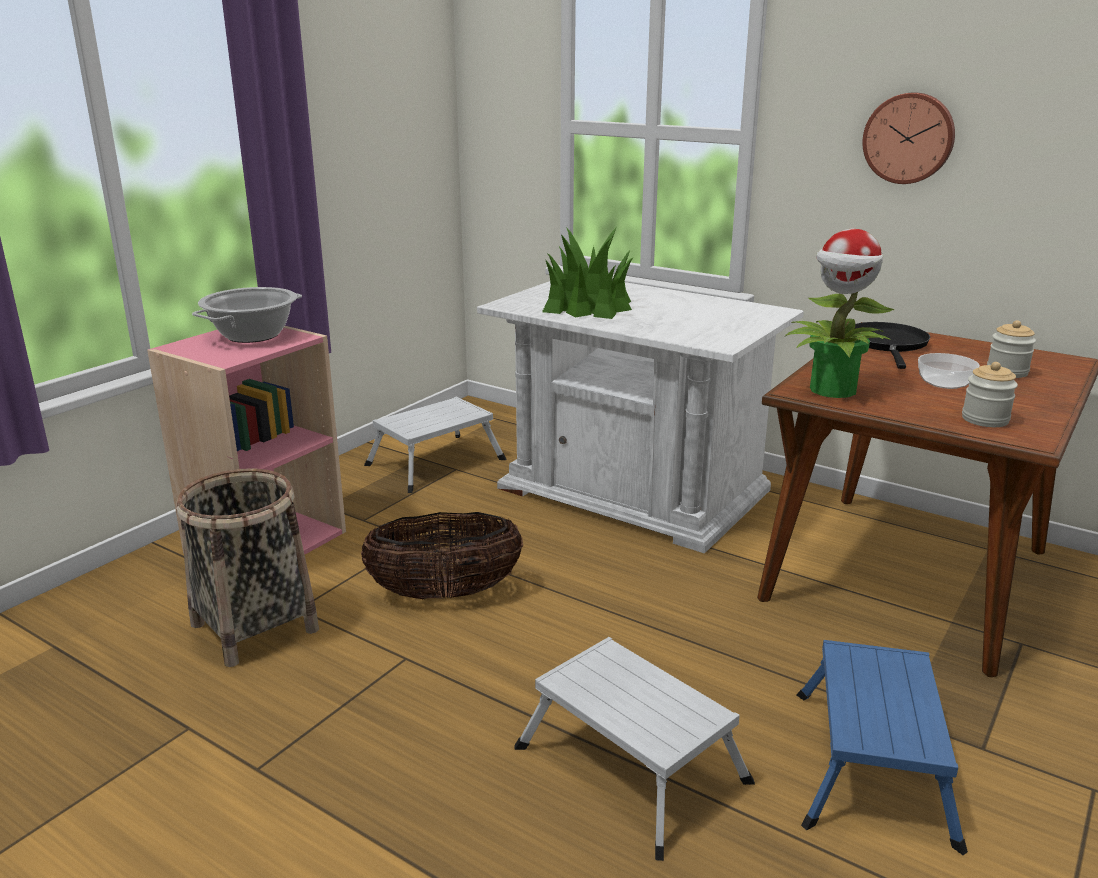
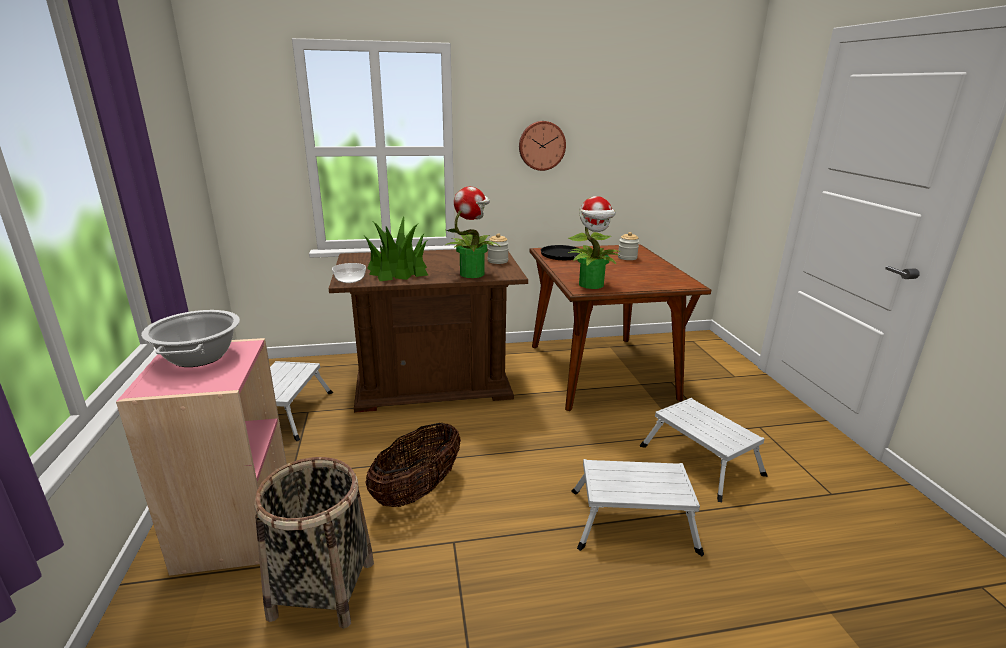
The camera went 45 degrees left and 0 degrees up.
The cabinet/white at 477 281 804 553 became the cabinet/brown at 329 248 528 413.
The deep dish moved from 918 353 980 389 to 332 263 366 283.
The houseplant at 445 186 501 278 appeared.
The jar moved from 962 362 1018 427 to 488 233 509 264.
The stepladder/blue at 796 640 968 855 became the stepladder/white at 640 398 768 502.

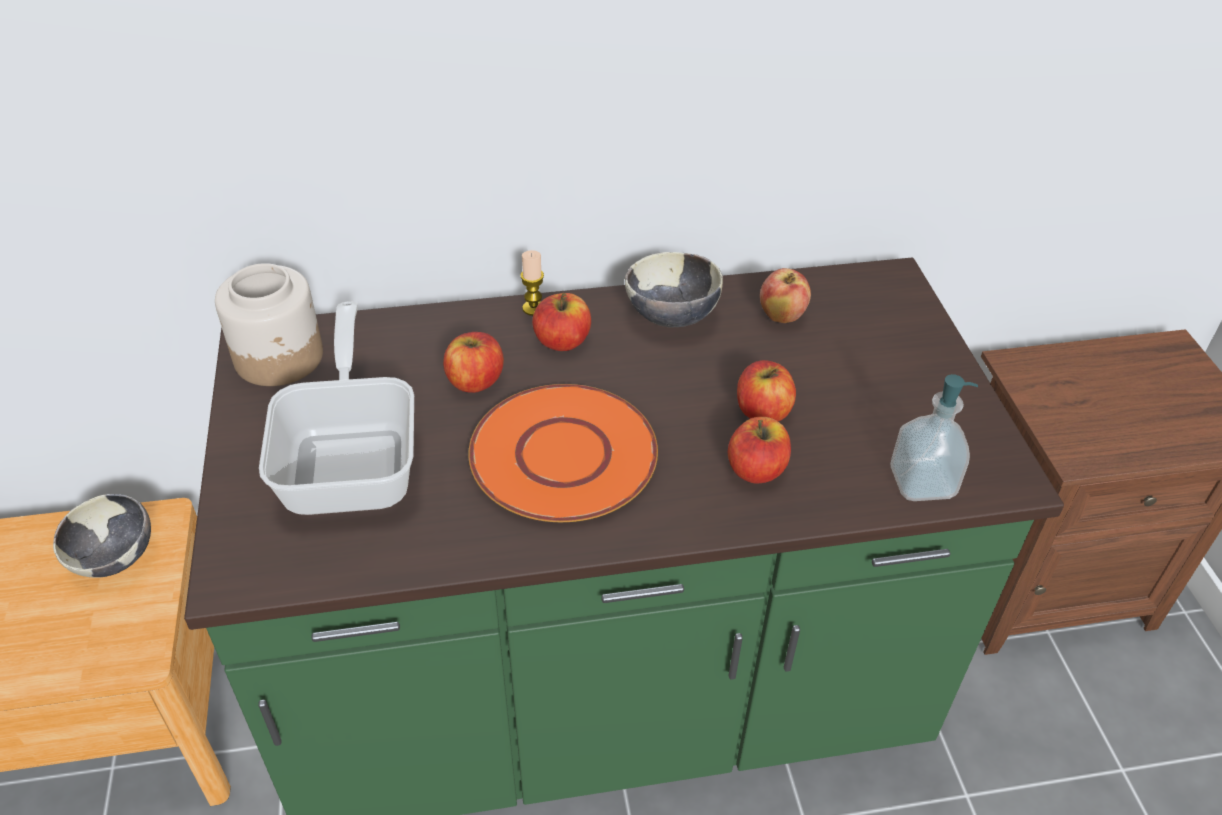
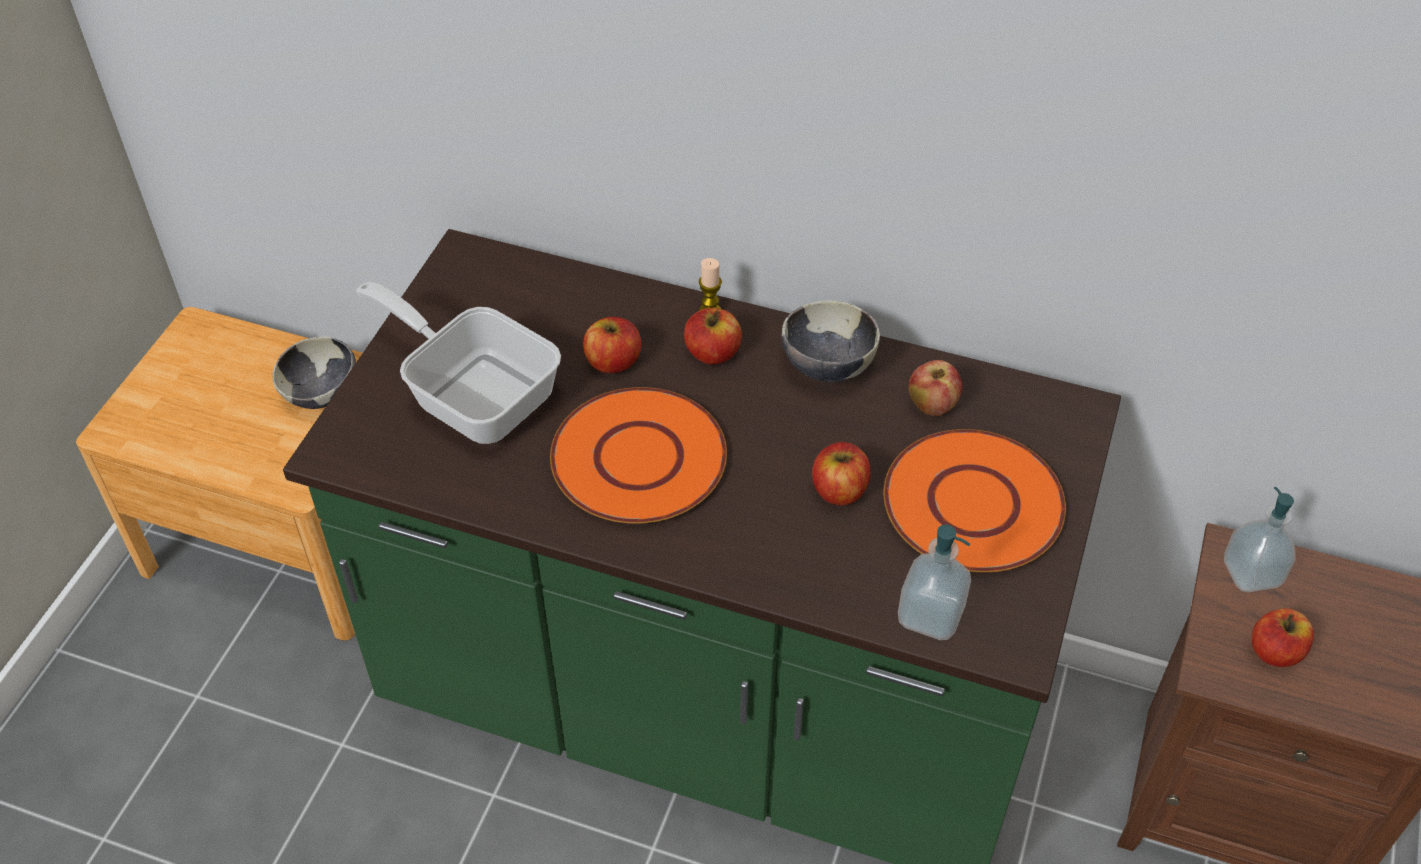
The camera went 30 degrees right and 5 degrees up.
The skillet at 259 302 414 515 turned 75 degrees counterclockwise.
The flat dish/orange at 883 429 1066 572 appeared.
The liquid soap bottle at 1224 487 1295 592 appeared.
The apple fruit moved from 728 417 791 484 to 1252 608 1314 667.
The jar at 215 263 323 386 disappeared.

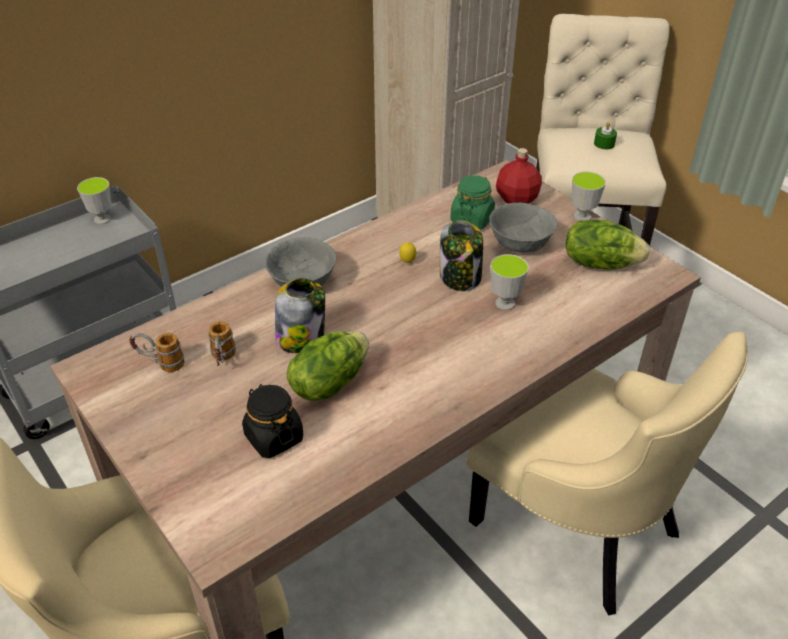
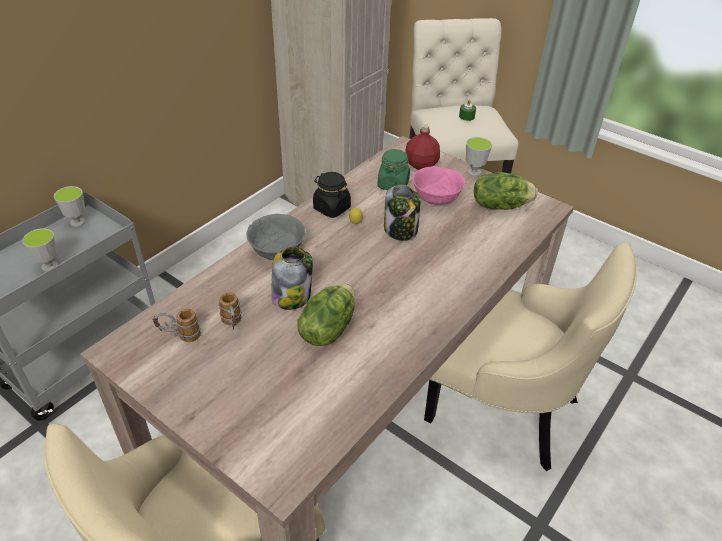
The camera went 15 degrees left and 0 degrees up.
The cup moved from 491 254 529 310 to 22 228 58 272.
The jar/black moved from 242 384 303 458 to 313 172 351 218.
The deep dish/greyish at 489 203 557 252 became the deep dish/pink-coloured at 413 166 466 205.

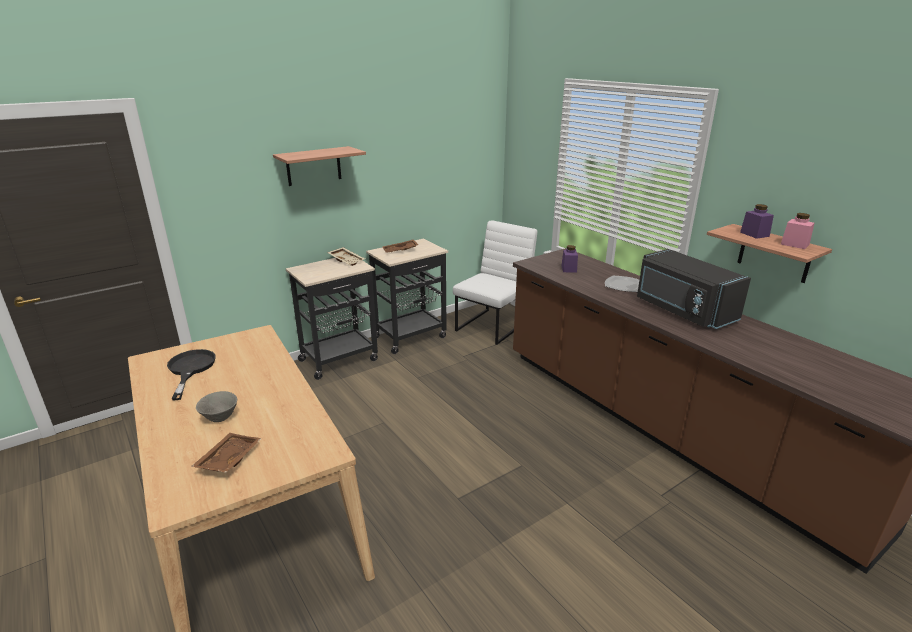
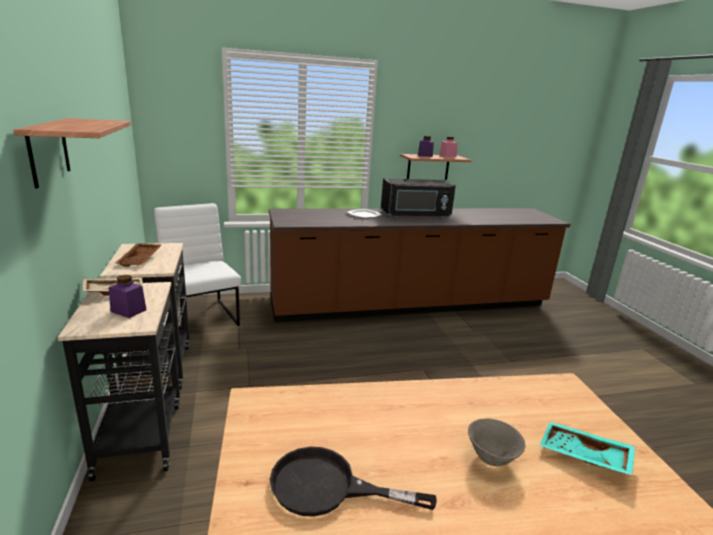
The camera went 70 degrees left and 5 degrees down.
The jar/purplish moved from 562 245 578 273 to 108 275 147 318.
The tray/brown at 191 433 262 473 became the tray/turquoise at 540 422 636 476.

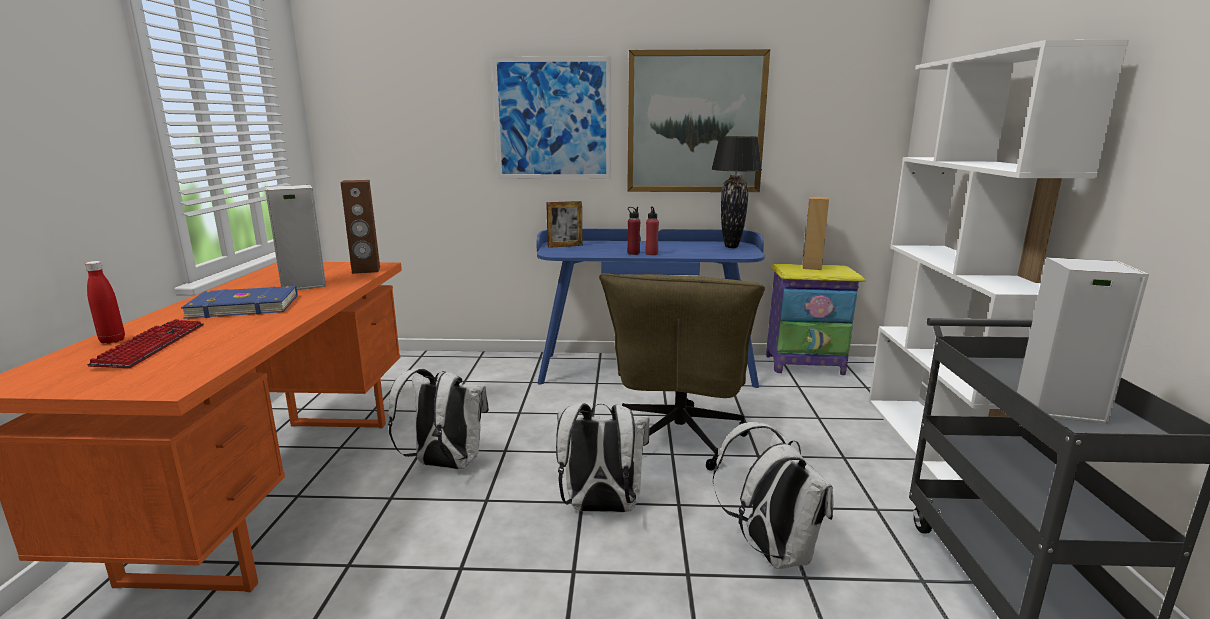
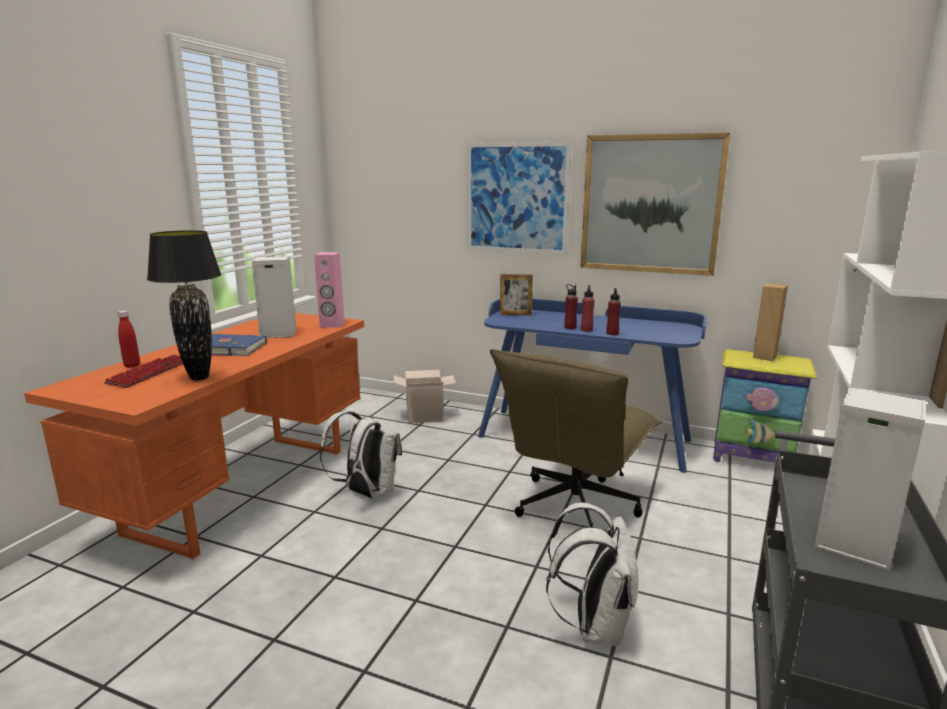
The camera went 20 degrees right and 0 degrees up.
The lamp for a table/black moved from 711 136 762 248 to 147 230 222 381.
The loudspeaker/brown at 341 180 380 274 became the loudspeaker/pink-coloured at 314 252 345 328.
The packing box at 393 370 456 423 appeared.
The drink bottle/reddish at 606 288 621 335 appeared.
The rucksack/white at 556 403 649 513 disappeared.

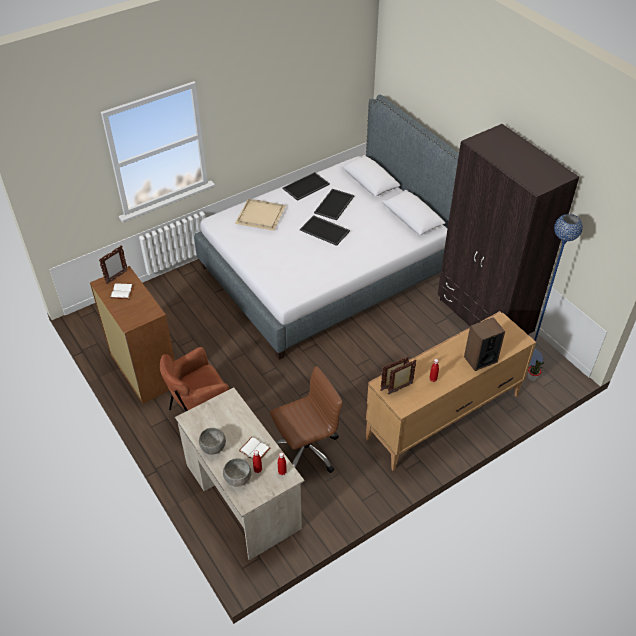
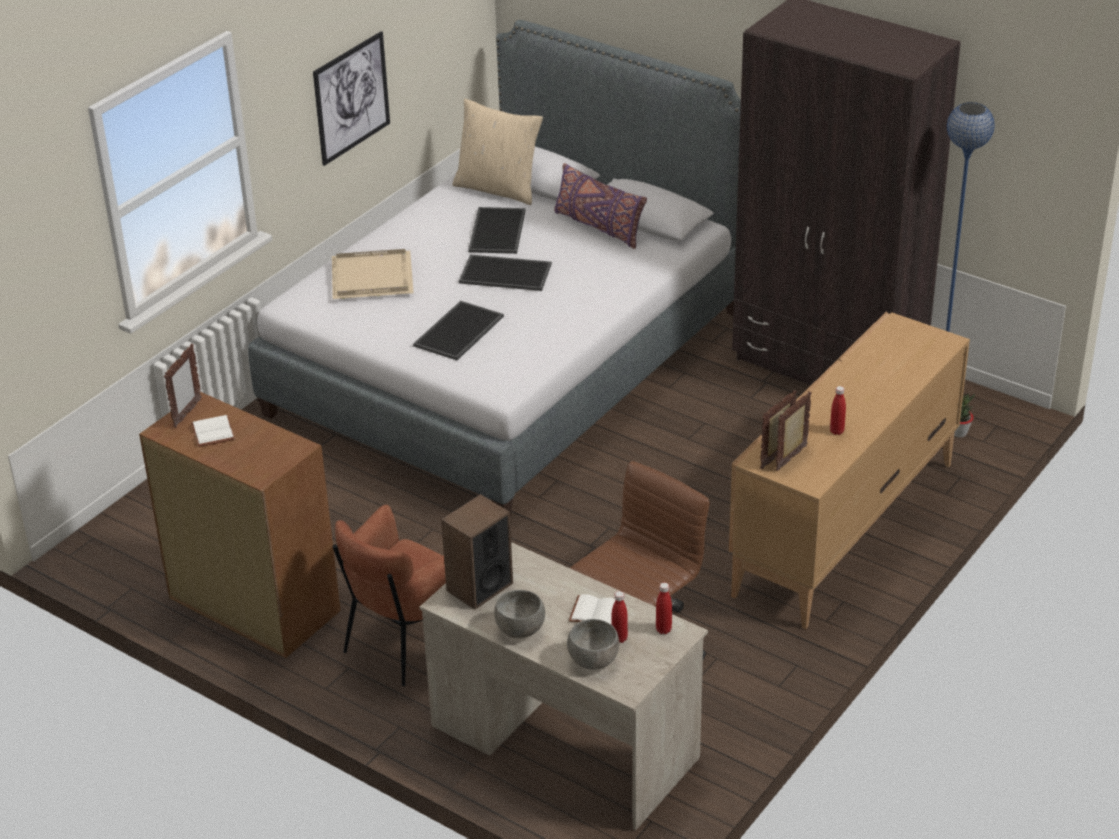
The camera went 20 degrees left and 10 degrees down.
The wall art at 313 31 390 166 appeared.
The tray moved from 283 172 330 201 to 413 301 504 360.
The loudspeaker moved from 464 317 505 371 to 441 494 513 610.
The pillow/beige at 452 99 543 205 appeared.
The pillow/purplish at 554 163 647 249 appeared.

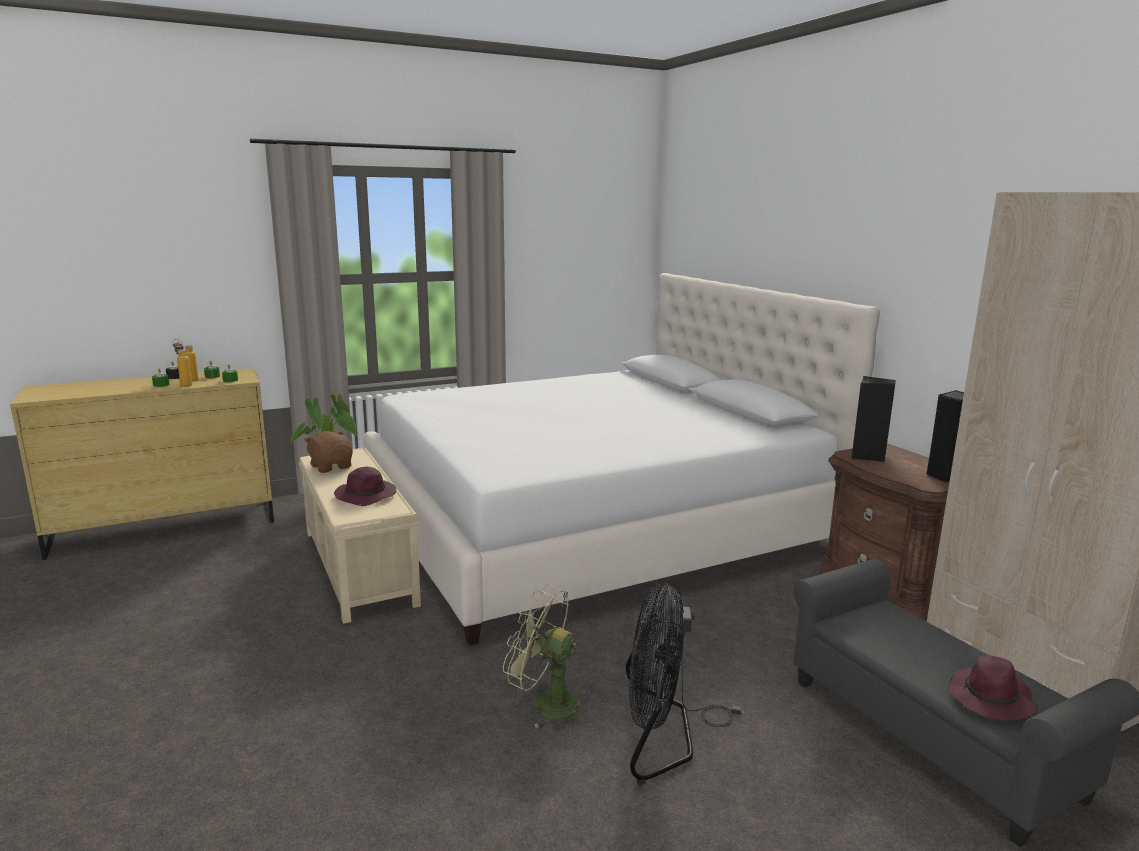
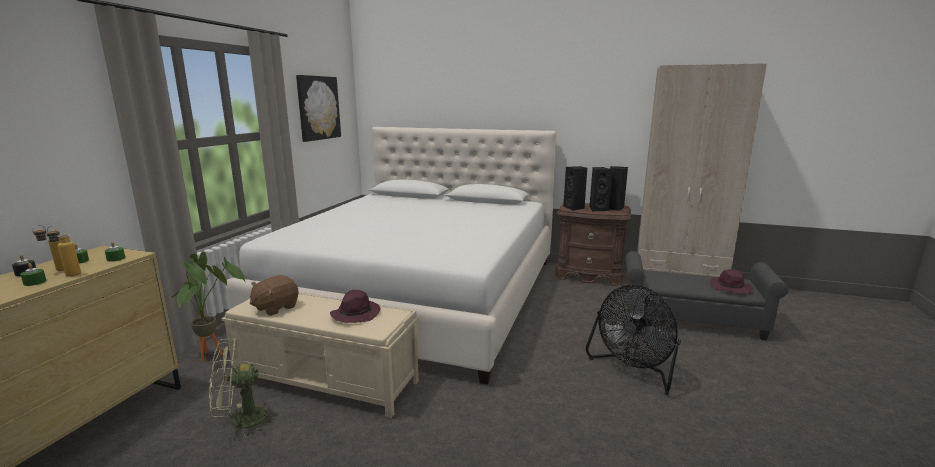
The camera went 45 degrees left and 0 degrees up.
The electric fan/green-coloured moved from 503 585 588 731 to 209 338 278 437.
The cuddly toy/brown at 304 431 353 473 turned 60 degrees counterclockwise.
The wall art at 296 75 341 142 appeared.
The loudspeaker/black at 589 167 613 212 appeared.

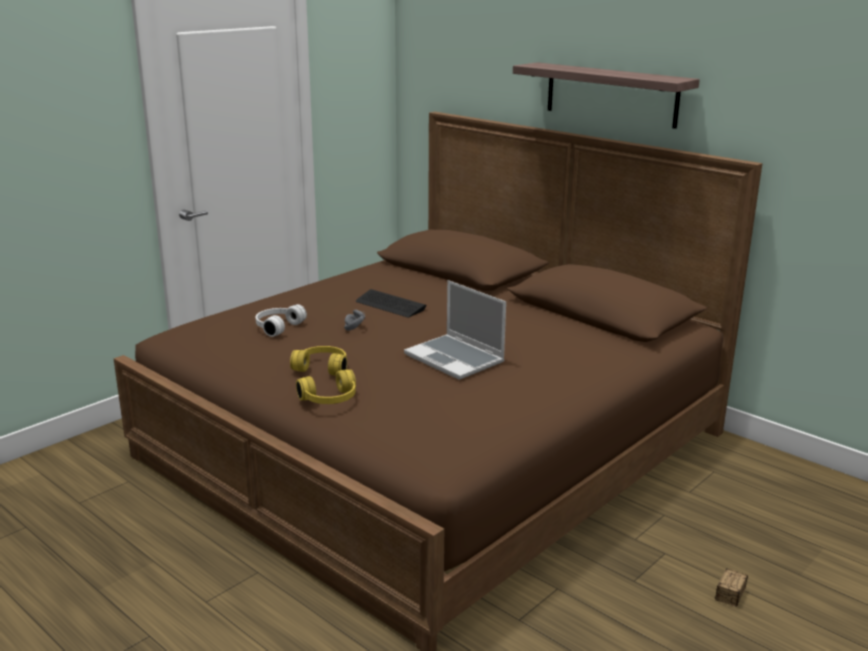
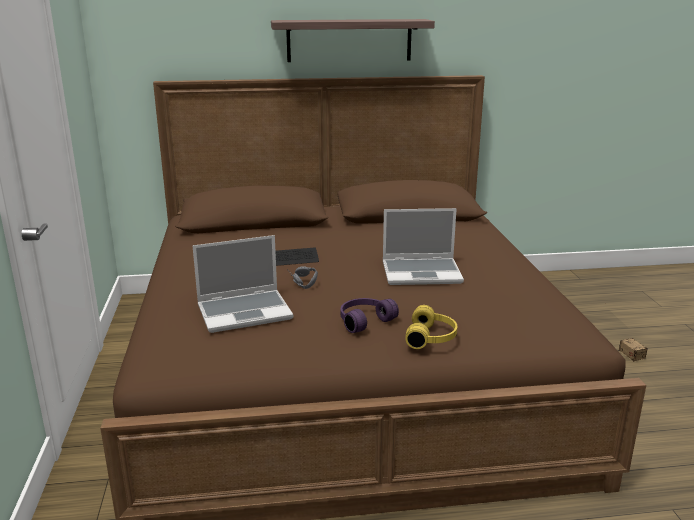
The camera went 50 degrees left and 0 degrees up.
The headset/white at 256 304 307 337 was replaced by the portable computer at 192 235 293 333.
The headset/yellowish at 290 346 347 375 became the headset/purplish at 340 298 399 333.

